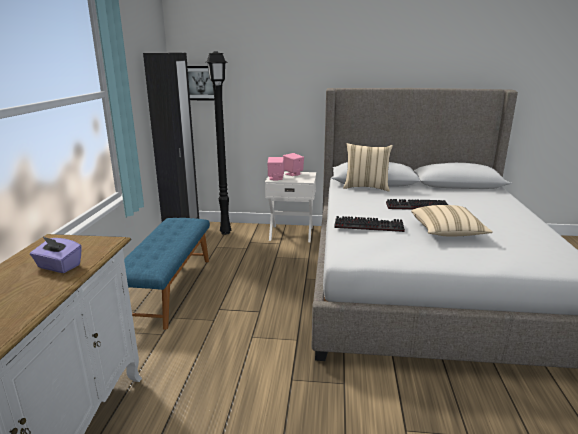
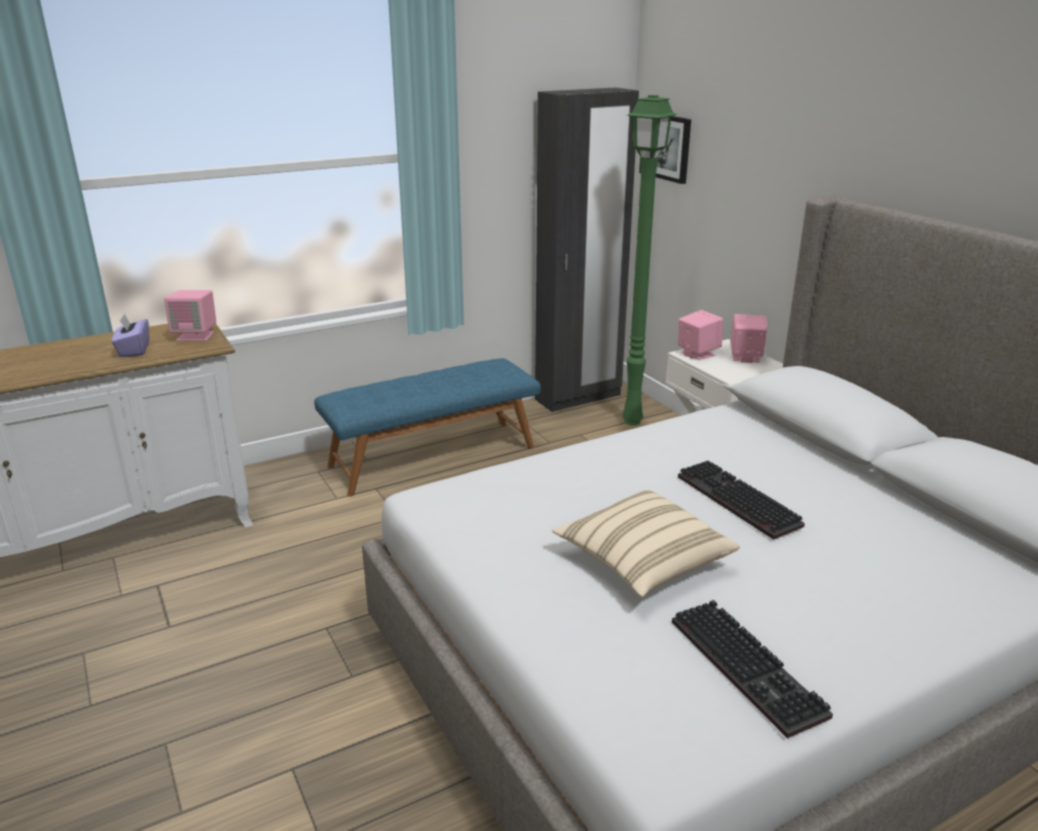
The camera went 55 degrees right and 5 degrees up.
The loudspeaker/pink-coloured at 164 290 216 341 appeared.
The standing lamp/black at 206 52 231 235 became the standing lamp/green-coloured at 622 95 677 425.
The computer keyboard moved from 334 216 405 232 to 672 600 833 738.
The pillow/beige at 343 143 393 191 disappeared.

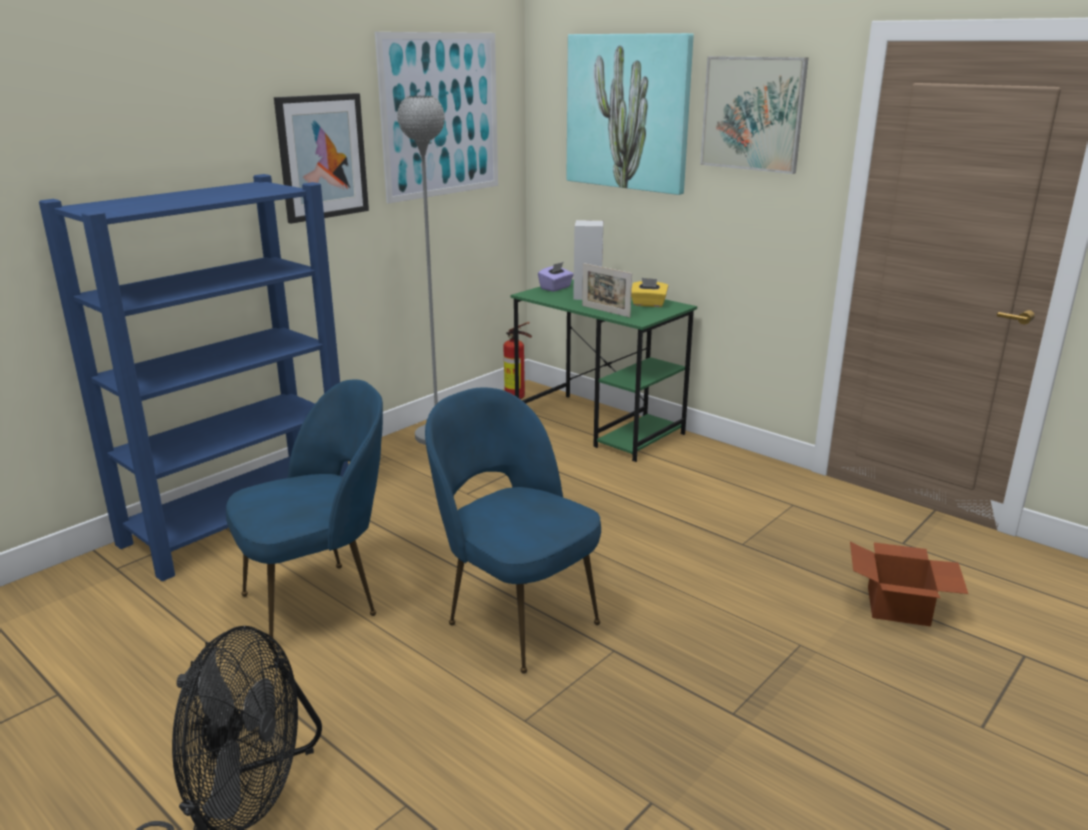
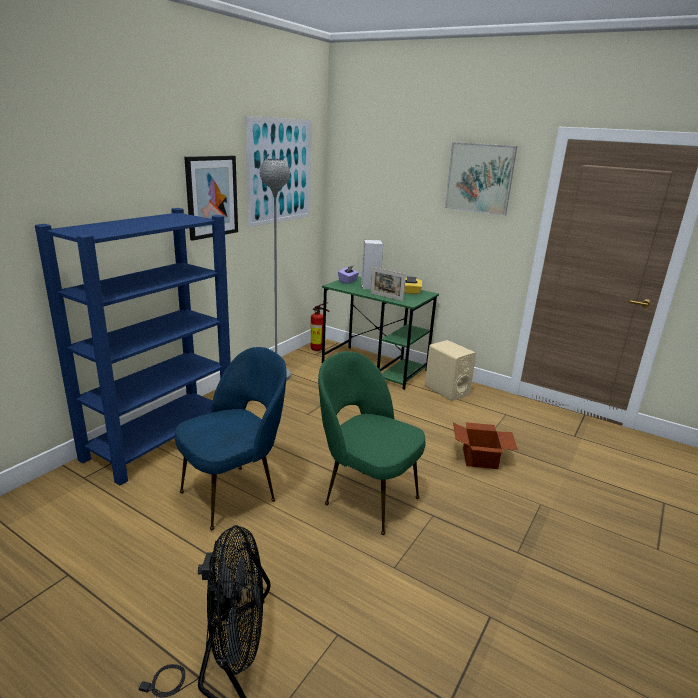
The camera went 10 degrees left and 0 degrees up.
The plain chair/blue at 425 388 601 674 became the plain chair/green-coloured at 318 351 426 535.
The loudspeaker/beige at 425 340 476 401 appeared.
The packing box moved from 850 542 968 626 to 453 422 518 469.
The wall art at 566 33 694 195 disappeared.

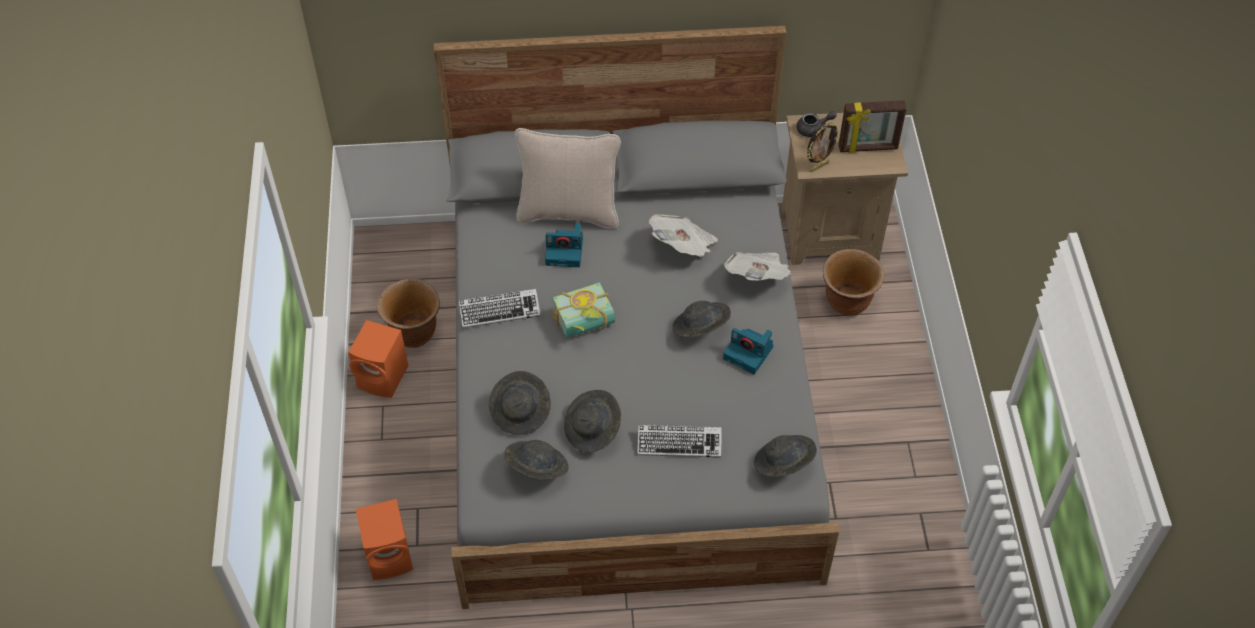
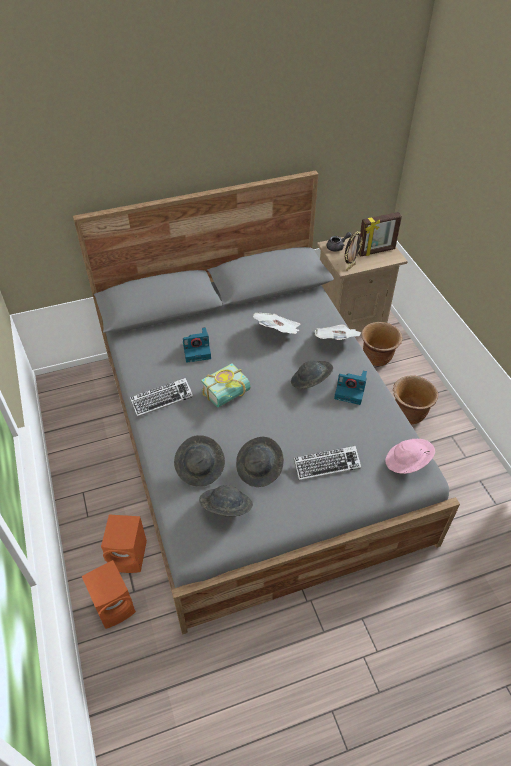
The camera went 15 degrees left and 5 degrees down.
The loudspeaker/orange moved from 348 320 408 398 to 101 515 147 573.
The hat/greyish at 754 435 817 477 became the hat/pink-coloured at 385 439 435 474.
The flower pot/brown moved from 377 279 440 348 to 393 375 438 424.
The pillow/beige at 515 128 621 229 disappeared.

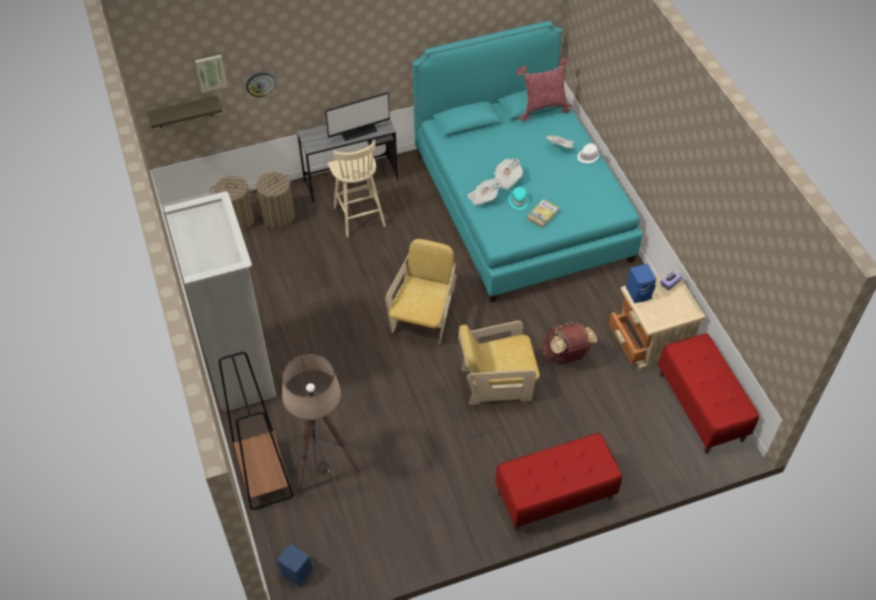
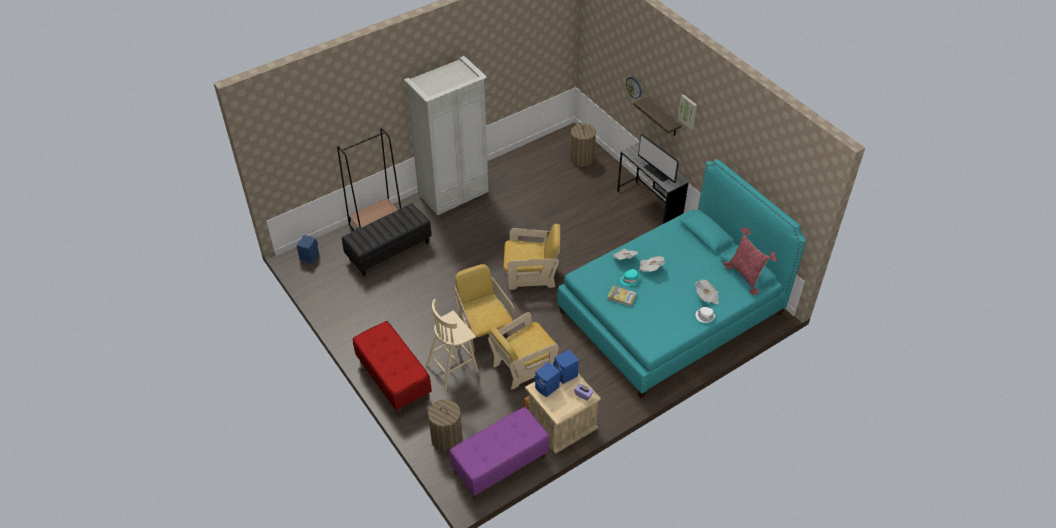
The camera went 75 degrees right and 5 degrees down.
The standing lamp at 282 354 360 493 was replaced by the pouffe/black at 342 203 432 276.
The stool/beige moved from 328 140 386 237 to 425 299 479 391.
The hamper moved from 255 172 295 229 to 427 399 462 451.
The bench/reddish at 658 333 759 454 became the bench/purplish at 449 407 550 500.
The rucksack/brown at 542 322 598 364 was replaced by the easy chair/yellowish at 488 312 559 389.
The loudspeaker/blue at 534 362 560 397 appeared.
The shelf moved from 147 96 222 129 to 633 97 681 136.
The wall art moved from 195 55 228 93 to 678 94 697 130.

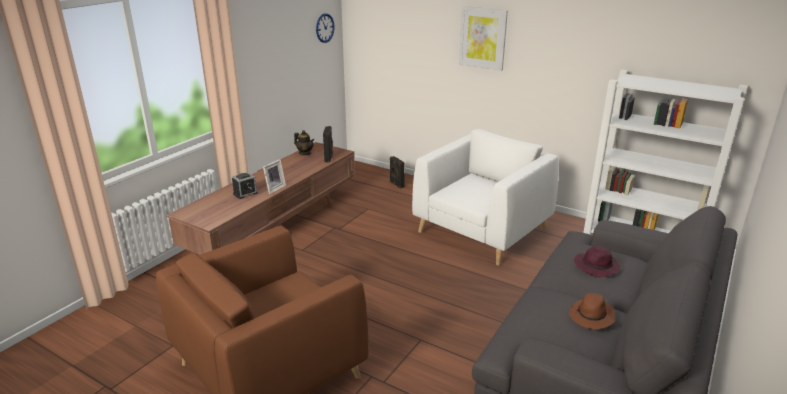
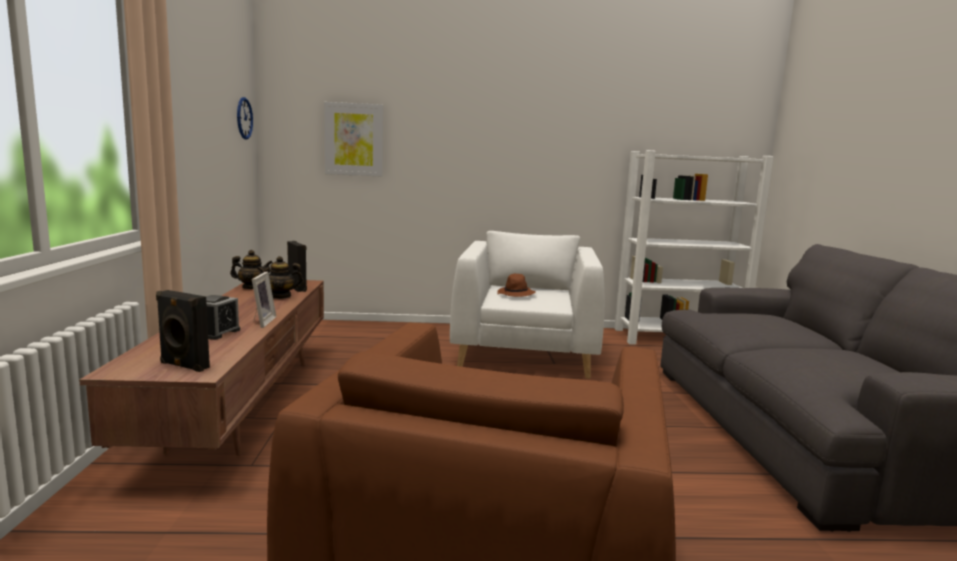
The camera went 35 degrees left and 15 degrees down.
The loudspeaker/black moved from 390 156 405 189 to 156 290 210 372.
The pot for tea at 257 256 304 299 appeared.
The wall art moved from 459 6 508 71 to 324 102 383 177.
The hat/brown moved from 568 293 615 329 to 497 274 536 297.
The hat/purplish at 574 246 621 277 disappeared.

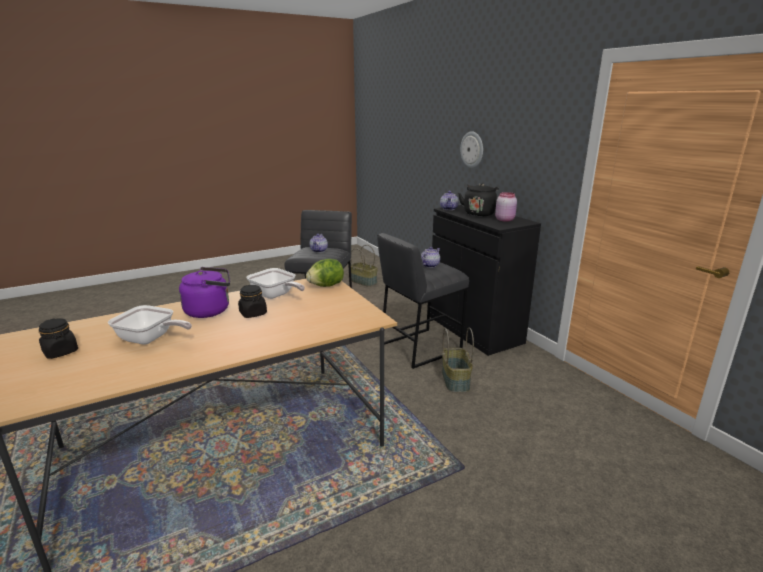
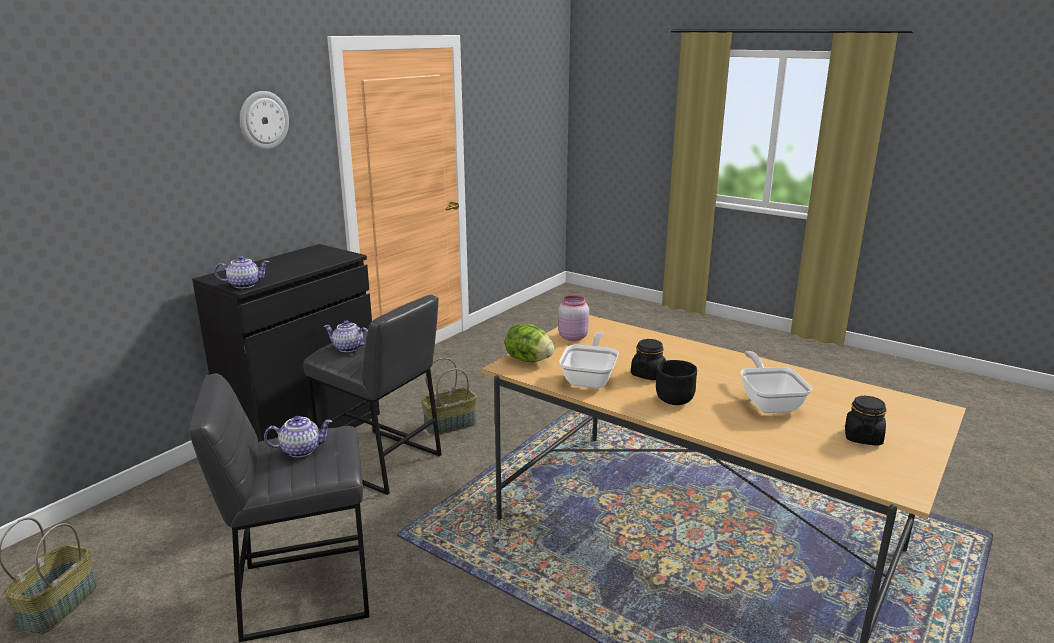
The camera went 115 degrees left and 0 degrees up.
The hanging clock moved from 460 131 483 168 to 240 91 289 150.
The jar/pink-coloured moved from 495 192 517 222 to 558 295 589 341.
The kettle/purplish at 179 267 230 318 was replaced by the deep dish/black at 656 360 697 405.
The kettle/black at 458 184 499 216 disappeared.

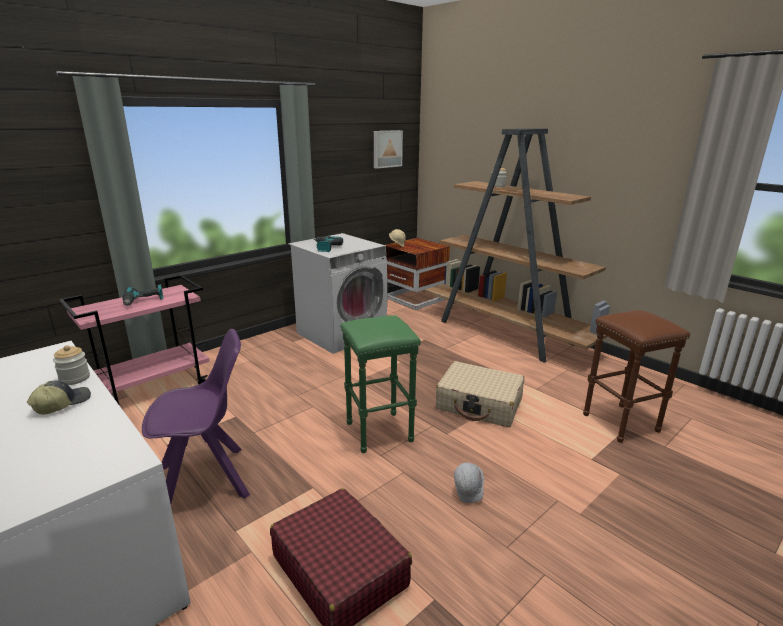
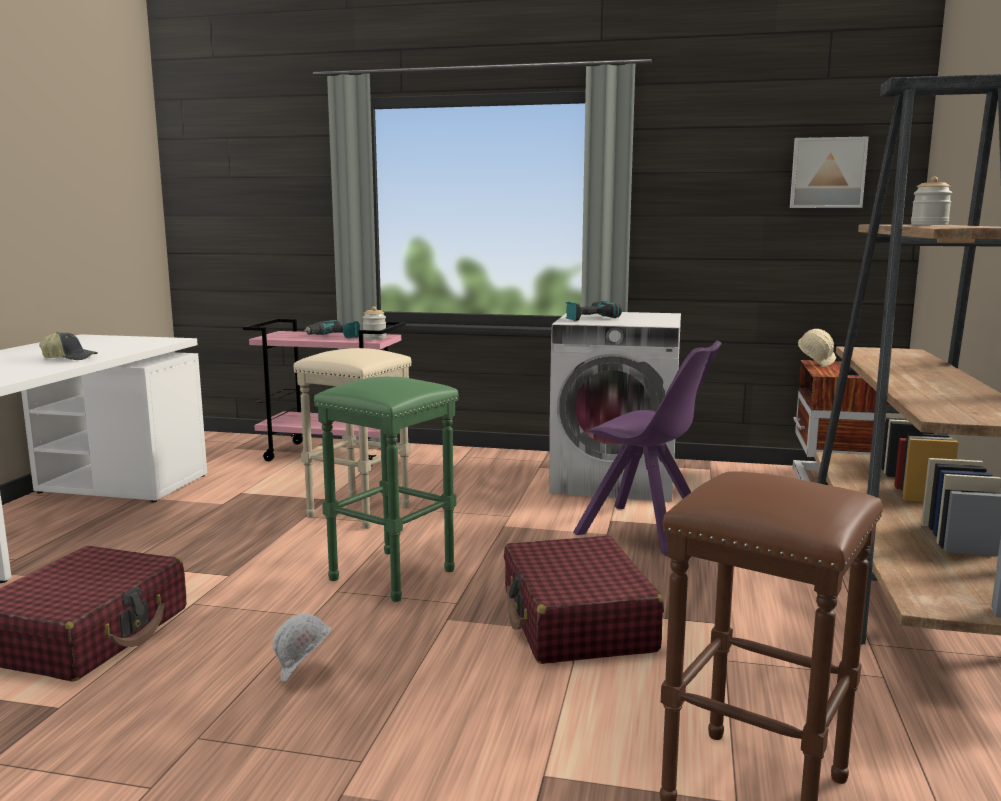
The camera went 55 degrees right and 10 degrees down.
The stool/beige at 294 348 411 529 appeared.
The jar moved from 53 345 90 385 to 362 306 387 339.
The travel case/beige at 436 361 525 427 became the travel case/reddish at 504 536 664 664.
The plain chair/purplish moved from 142 329 250 504 to 573 341 722 556.

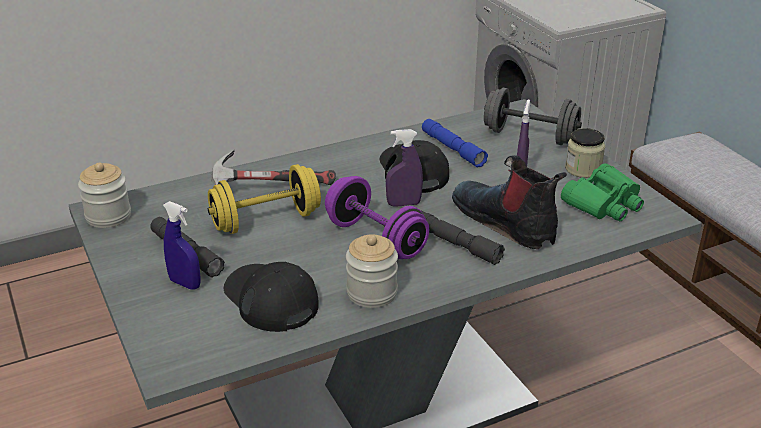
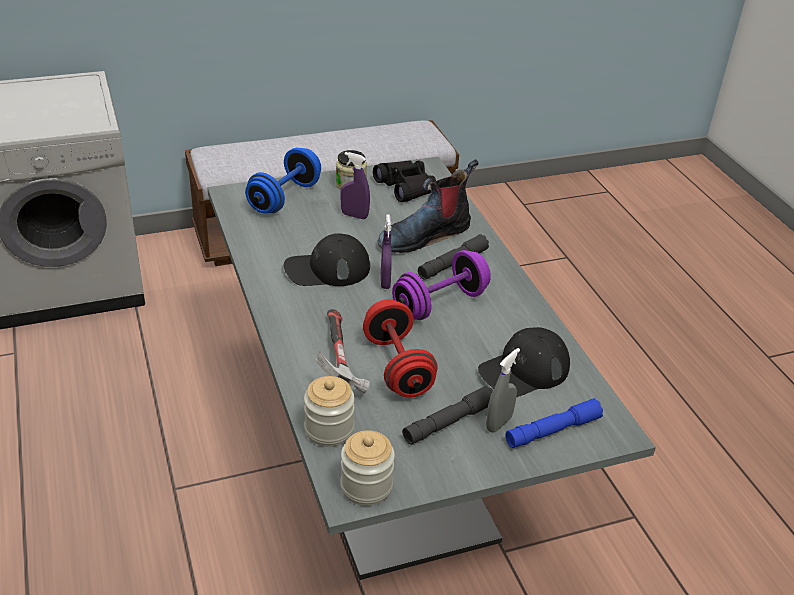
The camera went 85 degrees left and 5 degrees up.
The free weight/greyish at 484 88 582 145 became the free weight/blue at 245 148 321 213.
The jar moved from 346 234 398 308 to 304 376 355 447.
The free weight/yellowish at 208 164 321 234 became the free weight/reddish at 363 299 437 397.
The binoculars/green-coloured at 561 163 644 221 became the binoculars/black at 373 160 436 202.
The spray bottle/blue at 163 201 201 290 became the spray bottle/greyish at 486 348 520 433.
The torch/blue moved from 422 119 488 168 to 505 398 603 448.

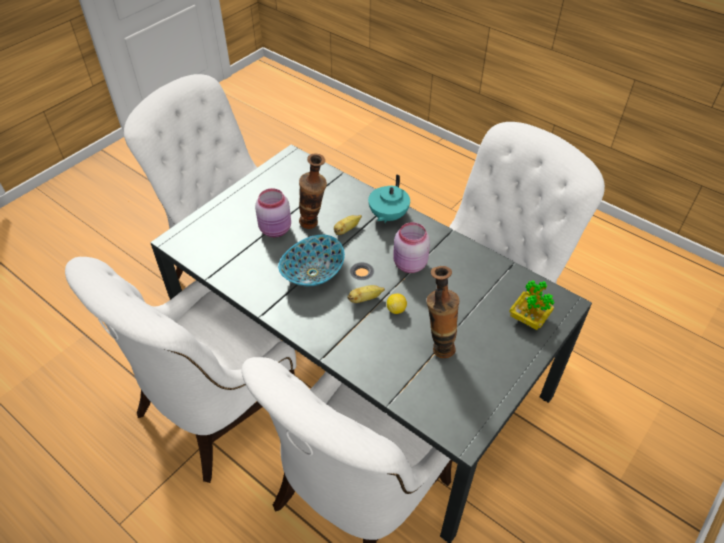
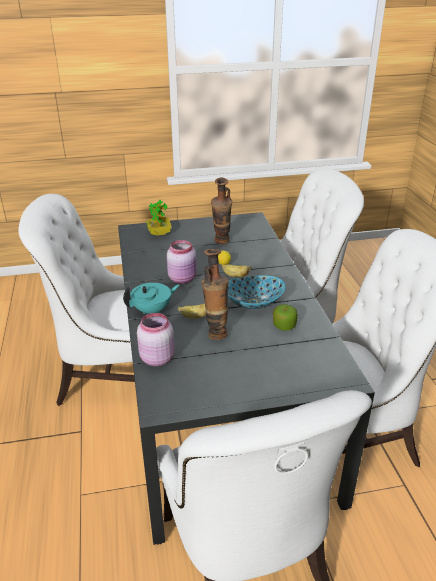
The camera went 140 degrees left and 15 degrees down.
The jar/pink-coloured moved from 255 188 291 237 to 137 313 175 366.
The apple fruit at 273 304 298 331 appeared.

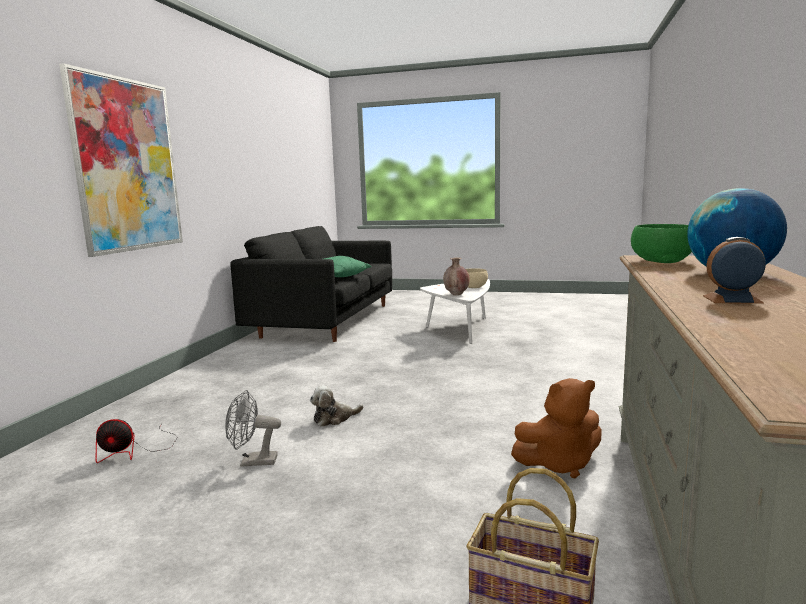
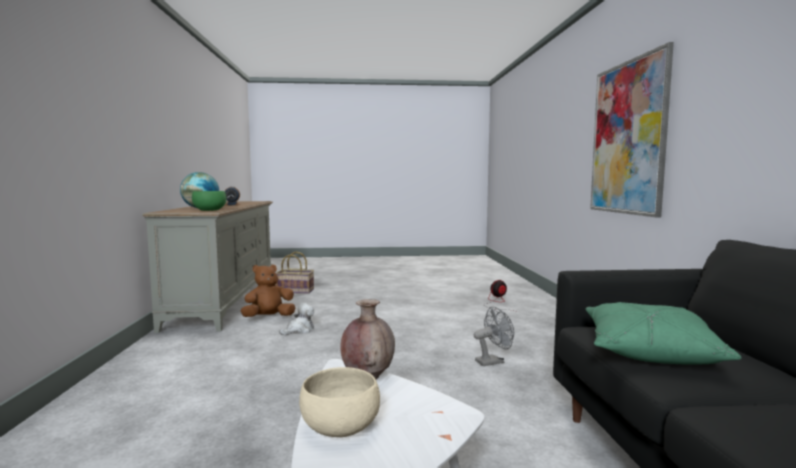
The camera went 160 degrees right and 5 degrees down.
The cuddly toy moved from 310 385 363 427 to 279 303 314 335.
The electric fan/greyish moved from 225 390 281 467 to 474 307 514 366.

